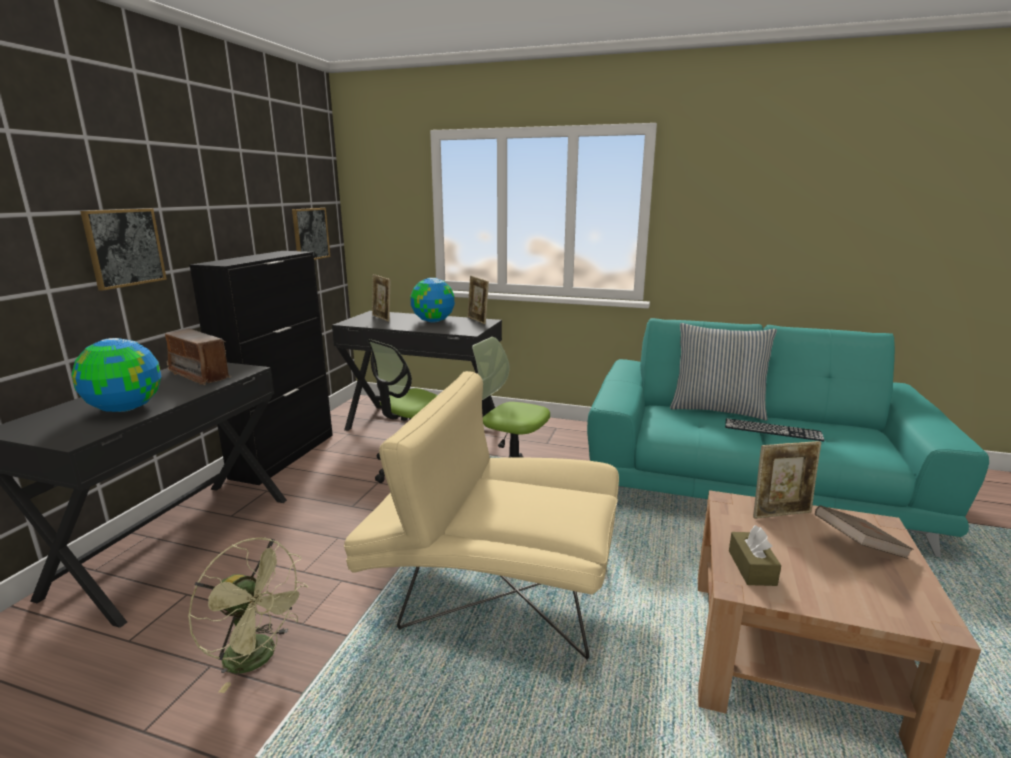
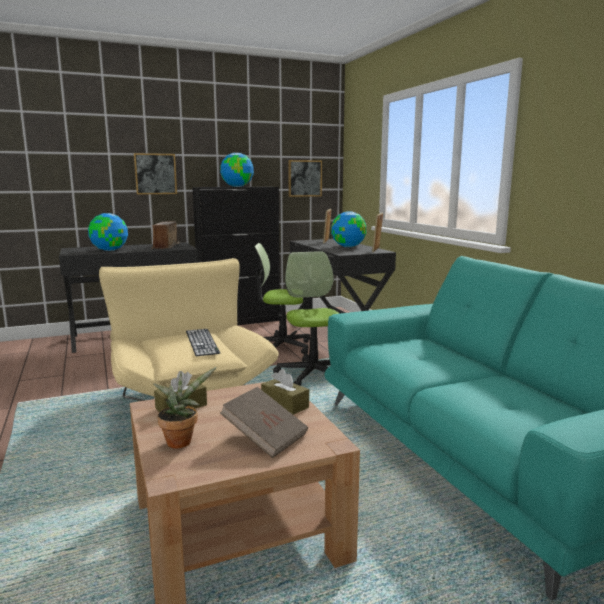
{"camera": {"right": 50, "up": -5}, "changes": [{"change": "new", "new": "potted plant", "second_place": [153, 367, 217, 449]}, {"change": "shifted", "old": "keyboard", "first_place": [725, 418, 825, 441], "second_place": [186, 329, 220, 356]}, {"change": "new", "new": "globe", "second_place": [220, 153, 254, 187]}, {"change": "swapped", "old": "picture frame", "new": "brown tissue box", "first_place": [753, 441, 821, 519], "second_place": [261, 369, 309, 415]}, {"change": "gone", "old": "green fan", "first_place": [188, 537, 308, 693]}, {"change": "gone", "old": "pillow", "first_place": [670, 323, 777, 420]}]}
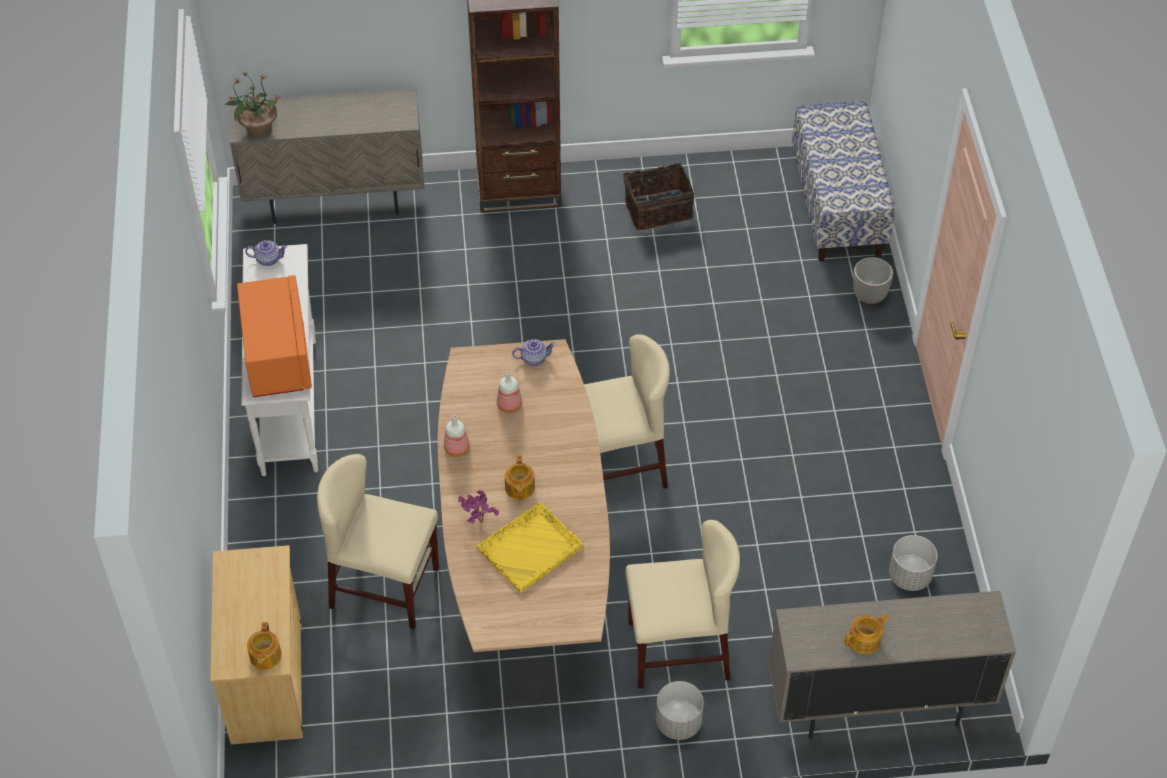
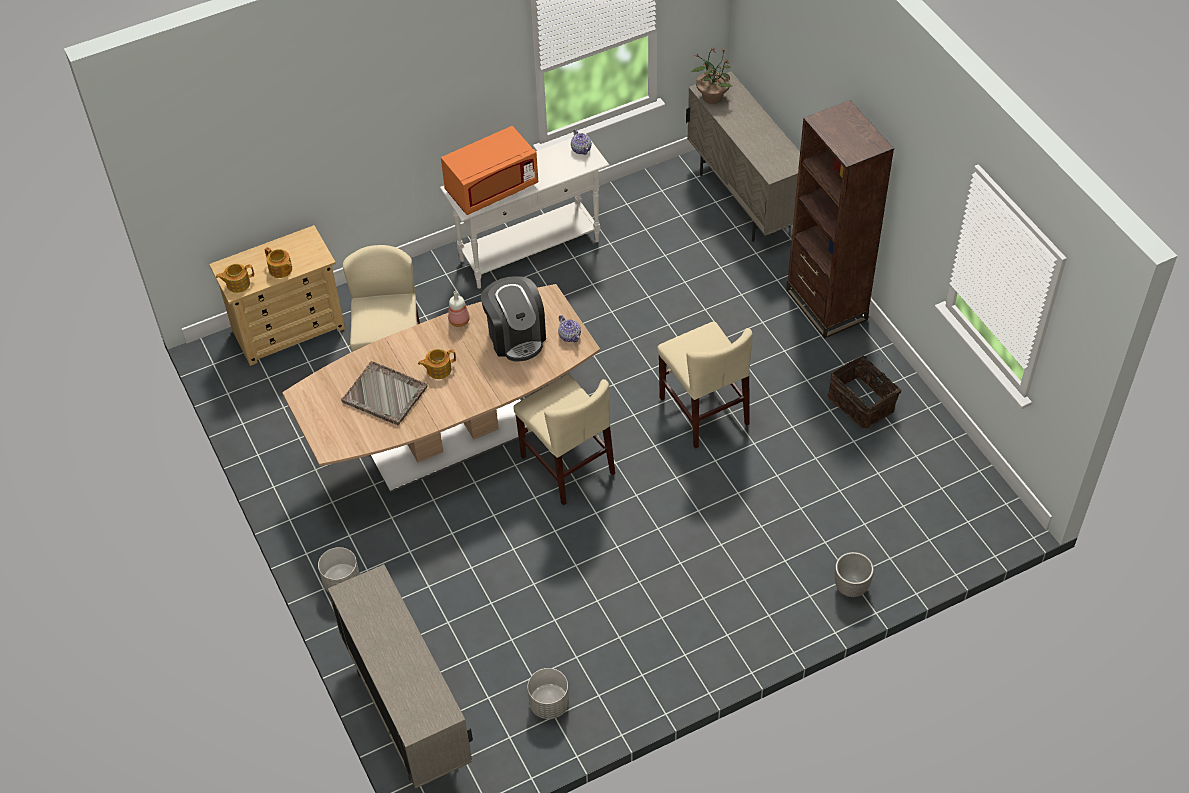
{"camera": {"right": 70, "up": 0}, "changes": [{"change": "shifted", "old": "teapot", "first_place": [844, 615, 889, 655], "second_place": [265, 247, 292, 278]}, {"change": "repainted", "old": "yellow tray", "new": "grey tray", "first_place": [477, 502, 583, 593], "second_place": [341, 361, 428, 425]}, {"change": "swapped", "old": "bottle", "new": "coffee machine", "first_place": [497, 371, 522, 413], "second_place": [481, 276, 546, 362]}, {"change": "shifted", "old": "beige chair", "first_place": [625, 520, 740, 689], "second_place": [657, 321, 753, 449]}, {"change": "gone", "old": "potted plant", "first_place": [458, 490, 499, 523]}, {"change": "gone", "old": "bench", "first_place": [792, 101, 895, 262]}]}
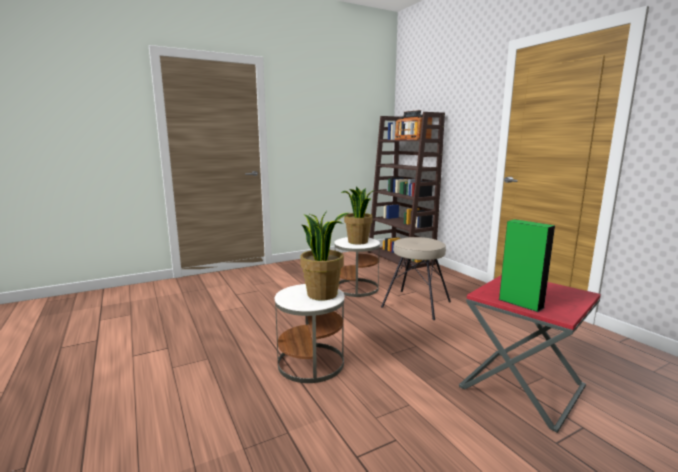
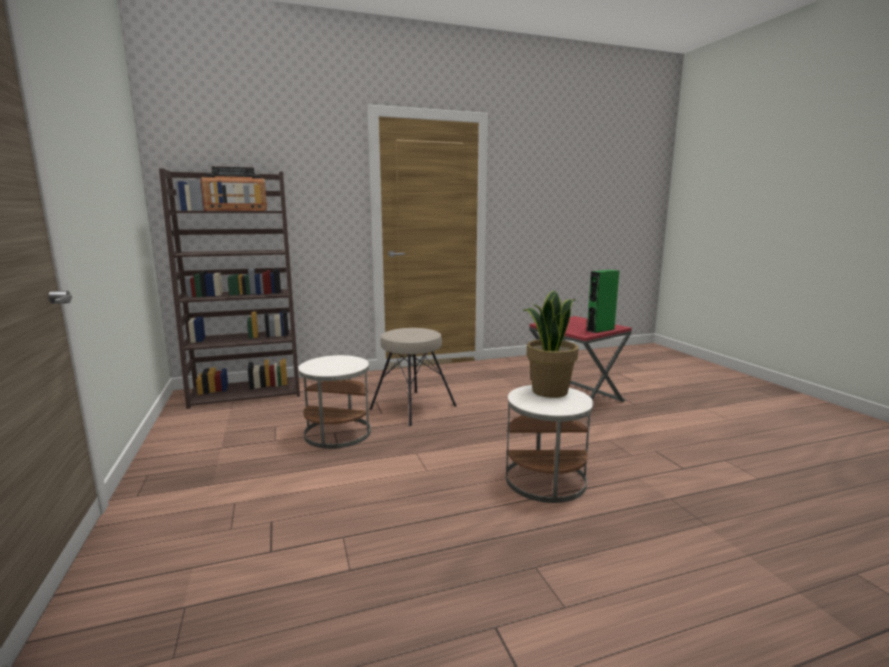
{"camera": {"right": -80, "up": 0}, "changes": [{"change": "gone", "old": "potted plant", "first_place": [341, 186, 375, 245]}]}
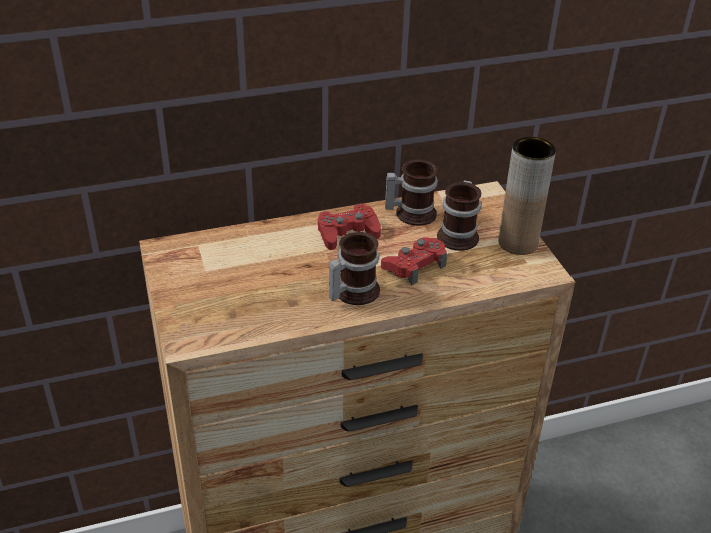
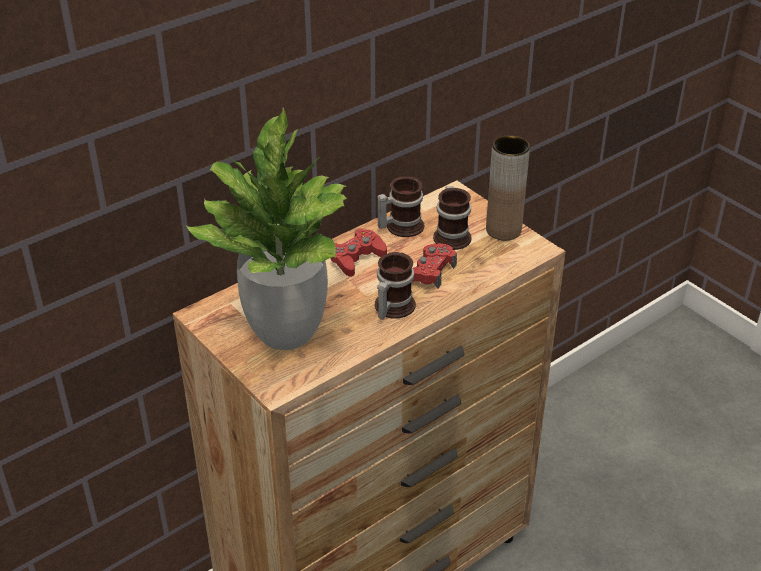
{"camera": {"right": -20, "up": 0}, "changes": [{"change": "new", "new": "potted plant", "second_place": [186, 108, 347, 350]}]}
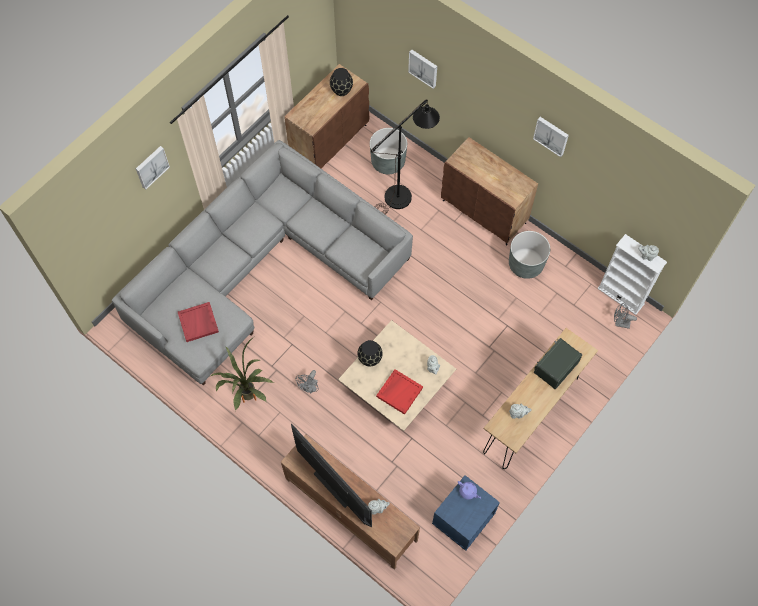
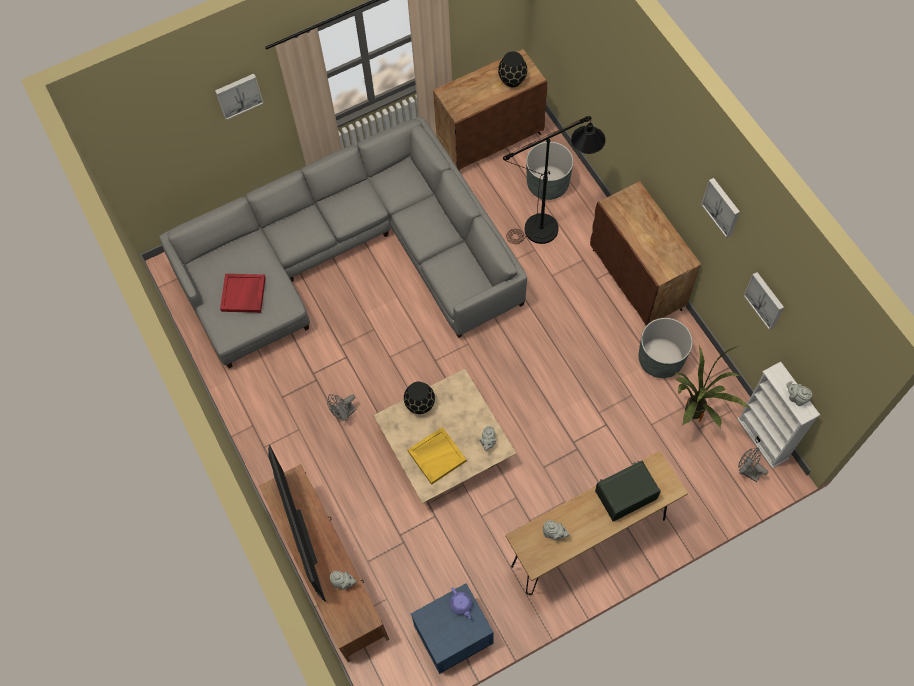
{"camera": {"right": 25, "up": 0}, "changes": [{"change": "repainted", "old": "red tray", "new": "yellow tray", "first_place": [376, 369, 423, 415], "second_place": [408, 427, 467, 485]}, {"change": "shifted", "old": "potted plant", "first_place": [211, 336, 274, 411], "second_place": [674, 345, 750, 427]}, {"change": "shifted", "old": "picture", "first_place": [408, 49, 437, 89], "second_place": [743, 272, 784, 330]}]}
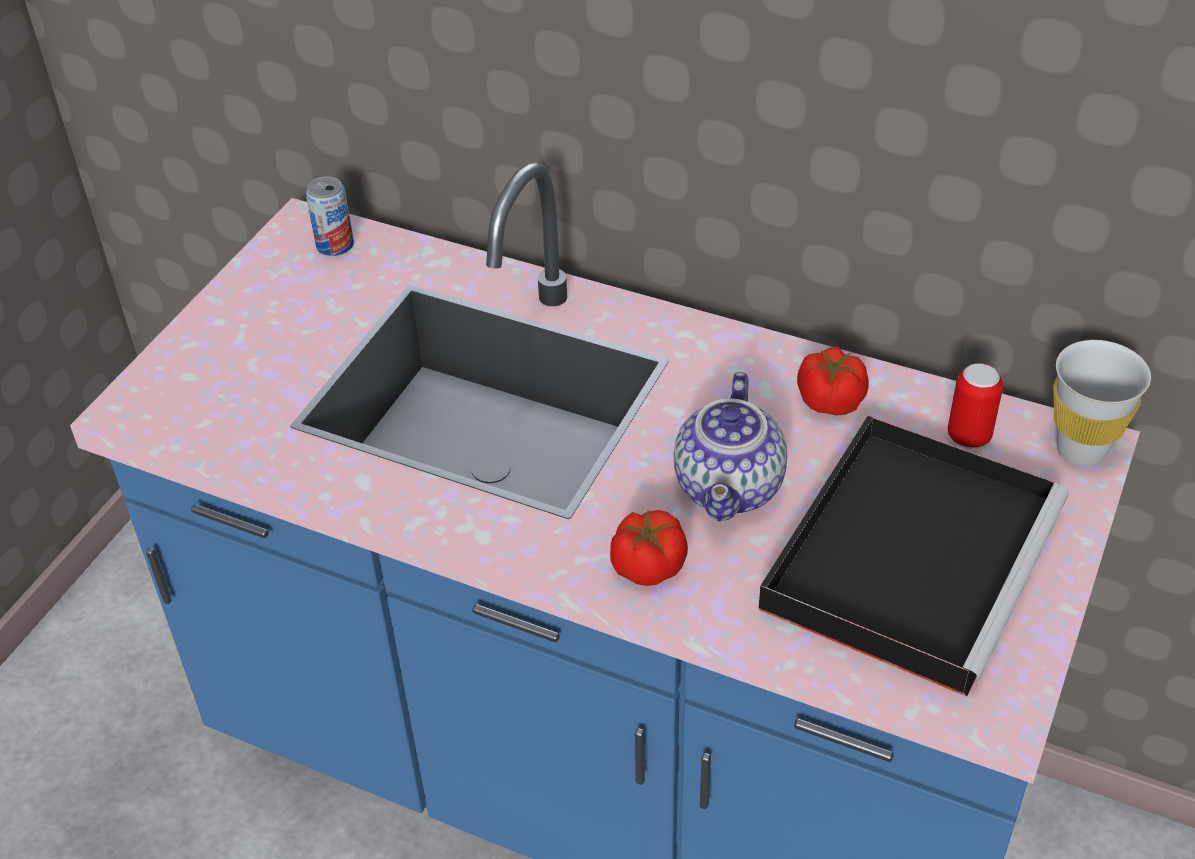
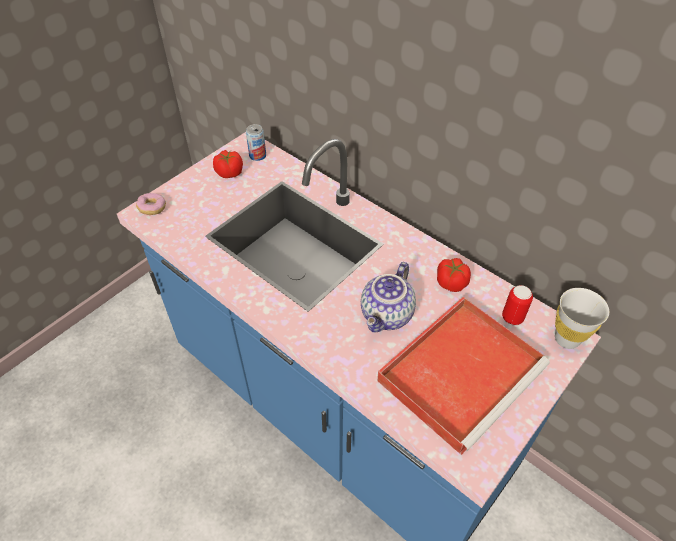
{"camera": {"right": 15, "up": 5}, "changes": [{"change": "new", "new": "donut", "second_place": [136, 193, 166, 215]}, {"change": "shifted", "old": "tomato", "first_place": [610, 510, 688, 586], "second_place": [213, 150, 243, 178]}, {"change": "repainted", "old": "black tray", "new": "red tray", "first_place": [758, 416, 1069, 697], "second_place": [377, 297, 550, 455]}]}
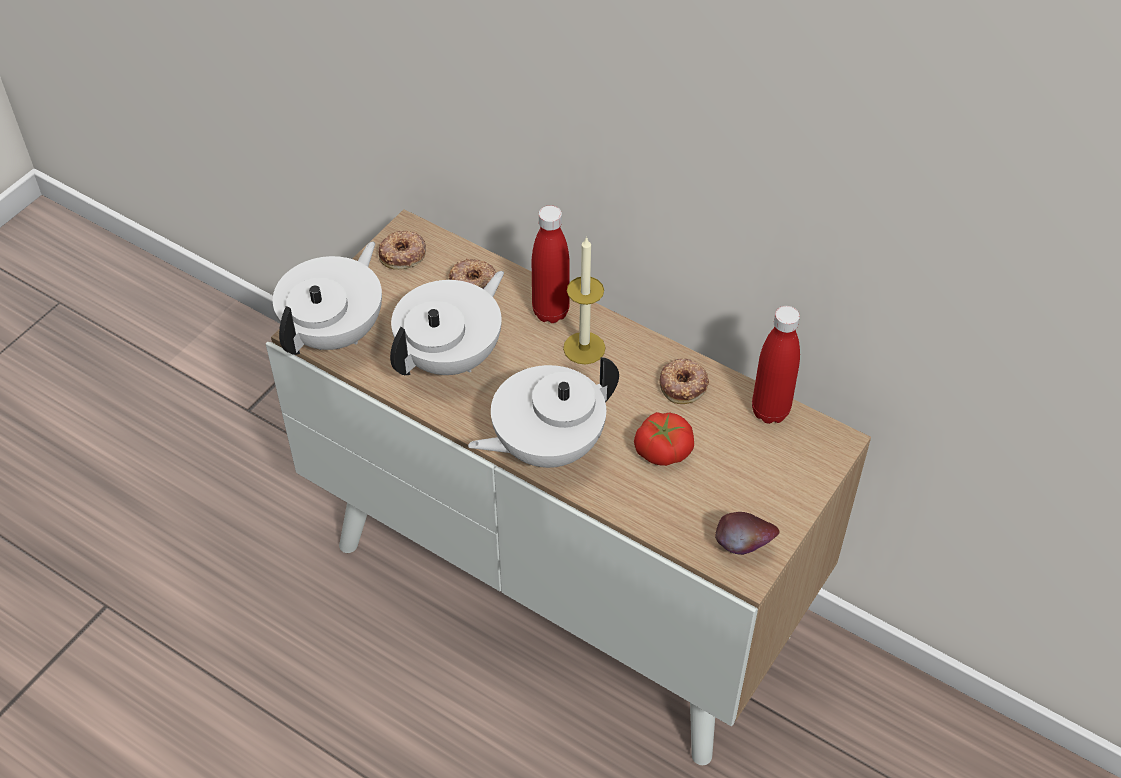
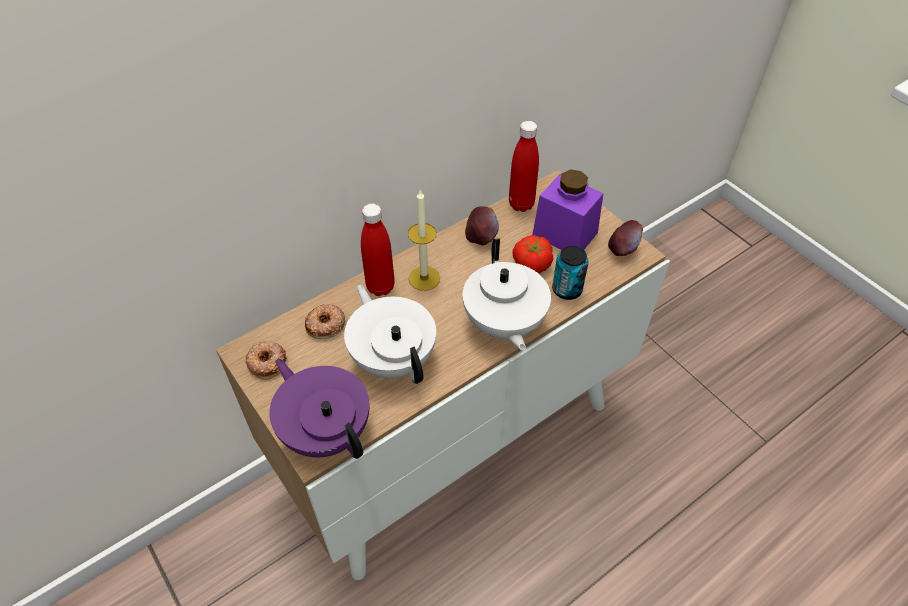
{"camera": {"right": -70, "up": 0}, "changes": [{"change": "repainted", "old": "white teapot", "new": "purple teapot", "first_place": [273, 242, 382, 355], "second_place": [269, 358, 369, 459]}, {"change": "swapped", "old": "donut", "new": "apple", "first_place": [659, 358, 709, 404], "second_place": [465, 206, 499, 245]}, {"change": "new", "new": "purple jar", "second_place": [532, 170, 604, 250]}, {"change": "new", "new": "can", "second_place": [552, 246, 589, 300]}]}
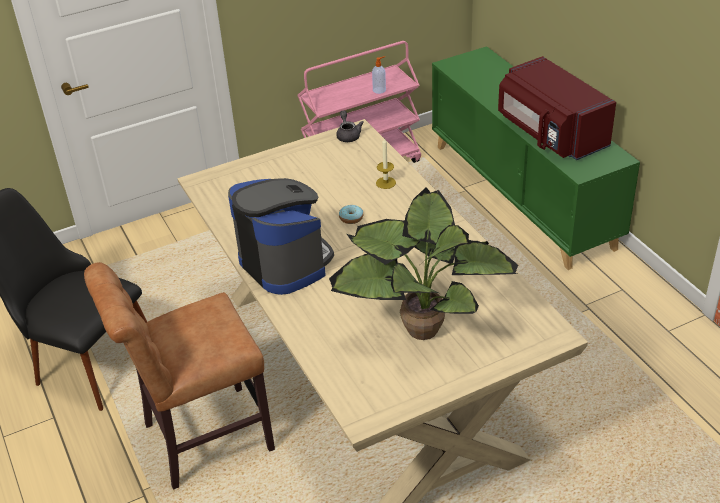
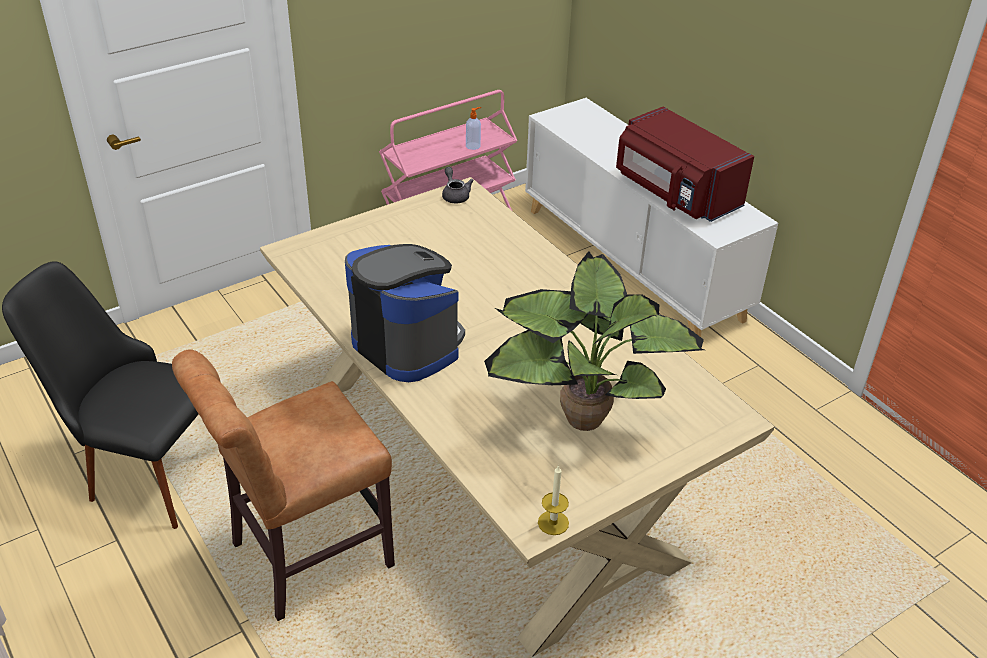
{"camera": {"right": -10, "up": 0}, "changes": [{"change": "repainted", "old": "green cabinet", "new": "white cabinet", "first_place": [432, 46, 640, 270], "second_place": [525, 98, 778, 337]}, {"change": "shifted", "old": "candle", "first_place": [376, 137, 396, 189], "second_place": [538, 465, 569, 535]}, {"change": "gone", "old": "donut", "first_place": [339, 205, 363, 224]}]}
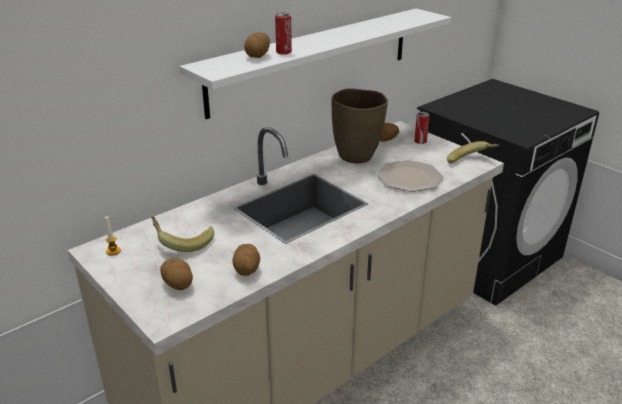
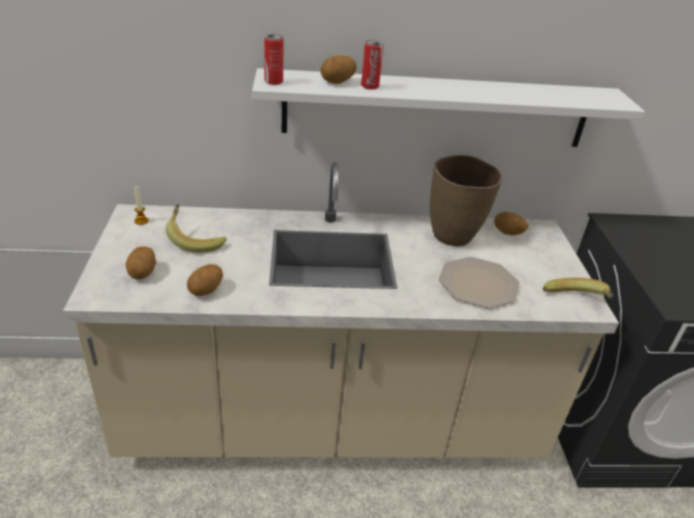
{"camera": {"right": 35, "up": 5}, "changes": [{"change": "shifted", "old": "can", "first_place": [414, 112, 430, 144], "second_place": [264, 34, 284, 85]}]}
